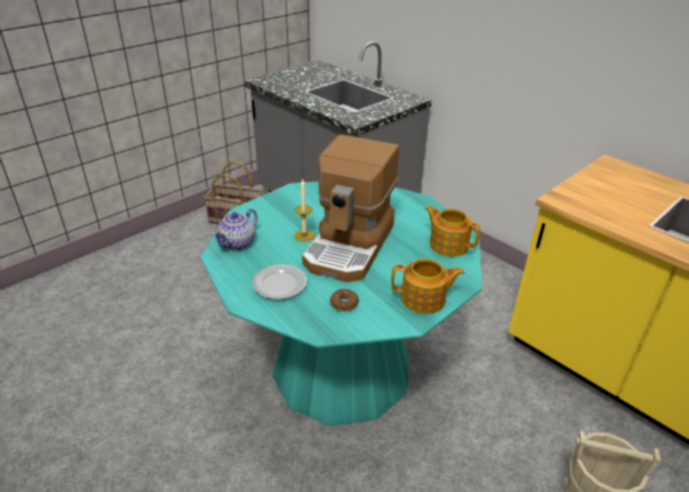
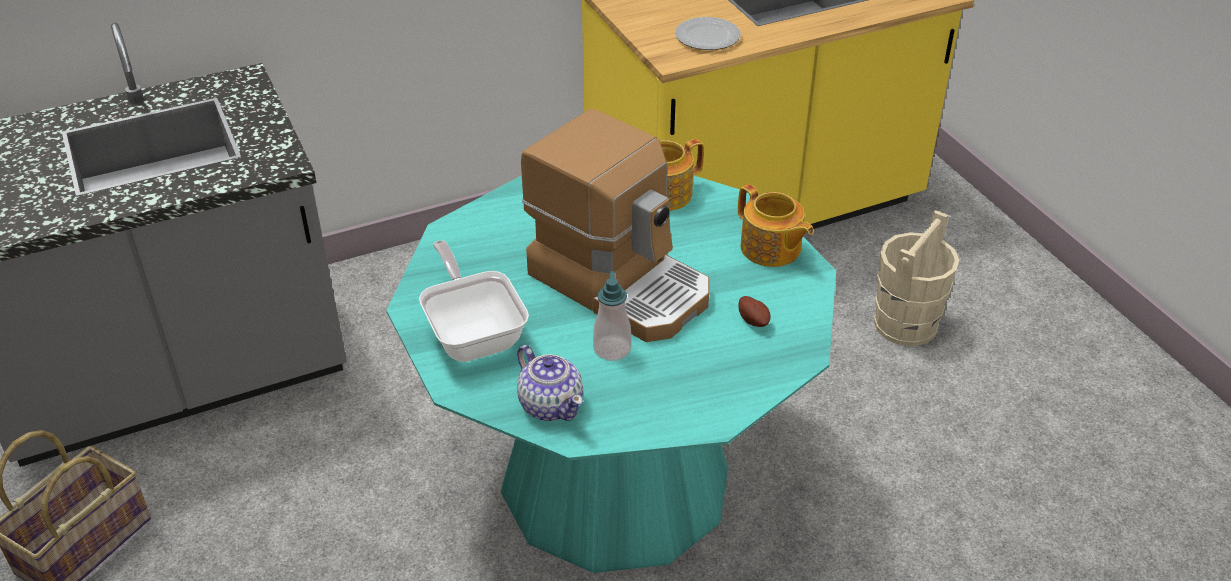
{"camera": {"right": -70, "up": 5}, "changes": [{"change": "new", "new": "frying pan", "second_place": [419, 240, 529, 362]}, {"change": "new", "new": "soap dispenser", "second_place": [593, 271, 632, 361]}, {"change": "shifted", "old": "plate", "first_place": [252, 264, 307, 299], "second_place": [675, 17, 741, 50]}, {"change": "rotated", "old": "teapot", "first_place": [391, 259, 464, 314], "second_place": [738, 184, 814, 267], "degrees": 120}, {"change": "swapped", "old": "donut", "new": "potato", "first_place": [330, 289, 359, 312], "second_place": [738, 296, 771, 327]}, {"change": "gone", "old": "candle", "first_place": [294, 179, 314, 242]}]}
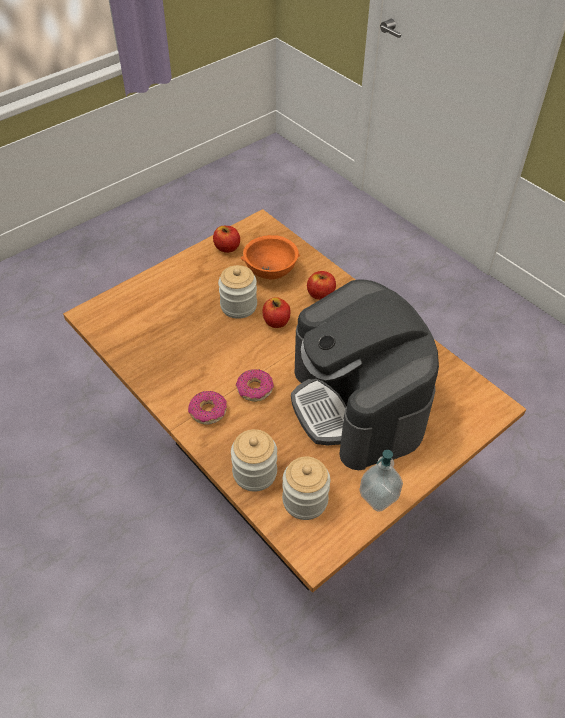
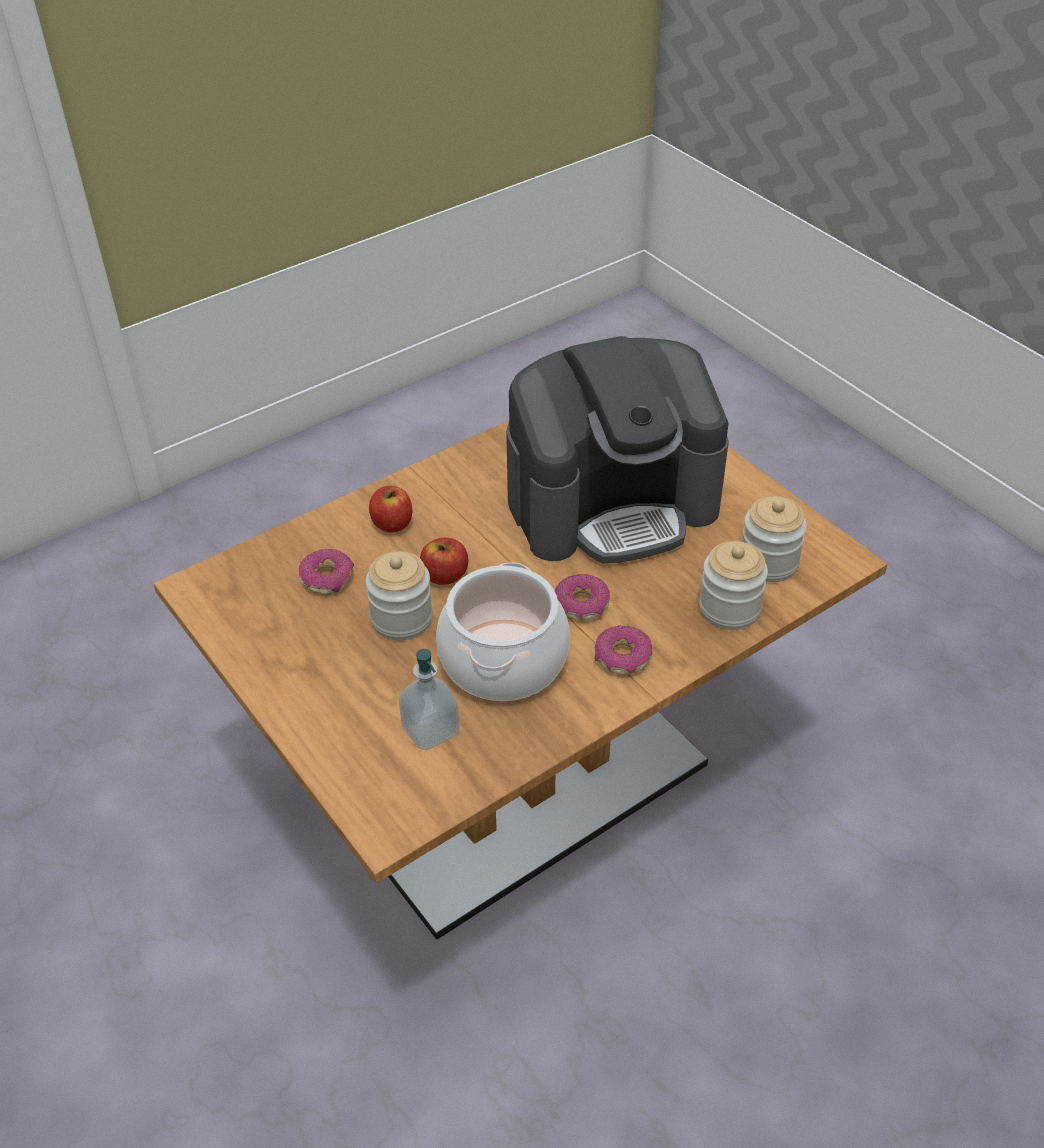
{"camera": {"right": -85, "up": -5}, "changes": [{"change": "swapped", "old": "orange bowl", "new": "donut", "first_place": [241, 235, 300, 279], "second_place": [299, 549, 354, 595]}, {"change": "shifted", "old": "soap dispenser", "first_place": [359, 450, 403, 512], "second_place": [399, 649, 459, 750]}, {"change": "new", "new": "cooking pot", "second_place": [436, 562, 570, 701]}, {"change": "gone", "old": "apple", "first_place": [213, 226, 240, 253]}]}
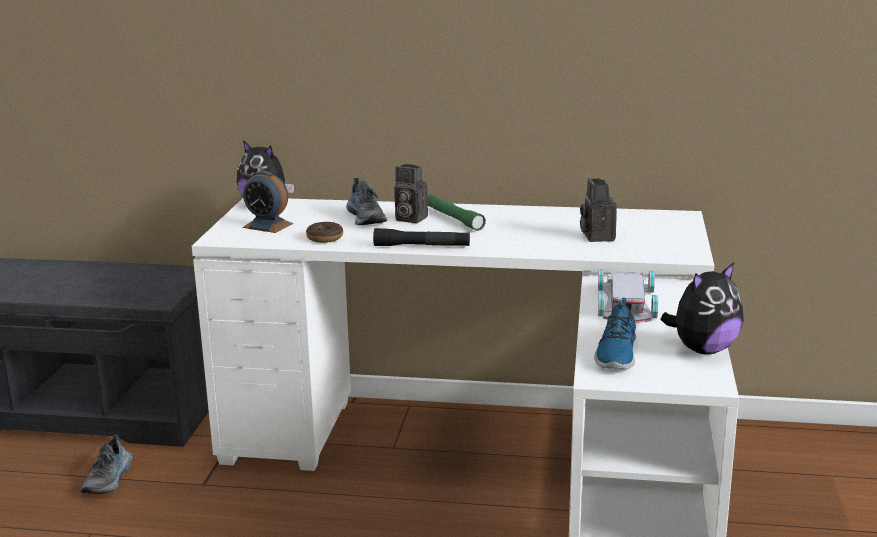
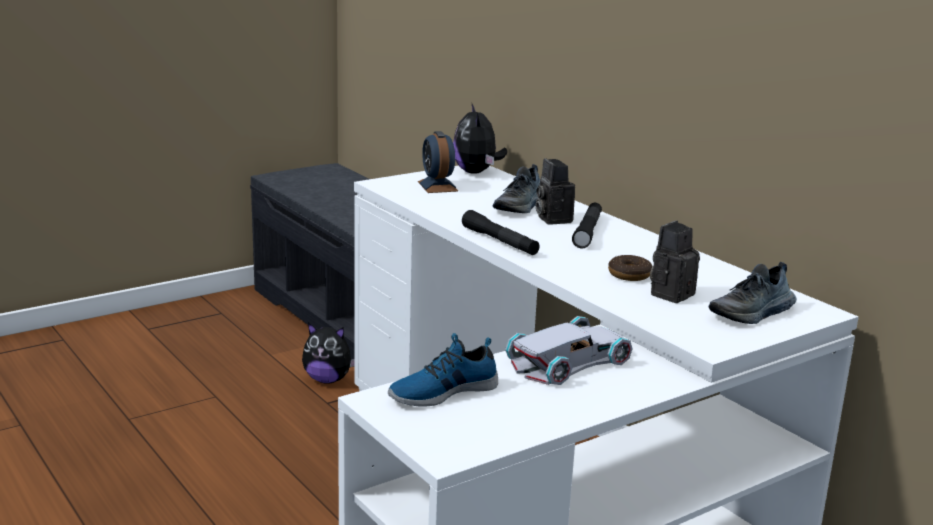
{"camera": {"right": 45, "up": 0}, "changes": [{"change": "shifted", "old": "plush toy", "first_place": [661, 262, 744, 355], "second_place": [302, 323, 354, 384]}, {"change": "repainted", "old": "green flashlight", "new": "black flashlight", "first_place": [427, 195, 486, 231], "second_place": [572, 203, 602, 248]}, {"change": "shifted", "old": "donut", "first_place": [306, 222, 343, 243], "second_place": [608, 255, 653, 281]}, {"change": "shifted", "old": "shoe", "first_place": [80, 435, 133, 494], "second_place": [709, 262, 797, 324]}]}
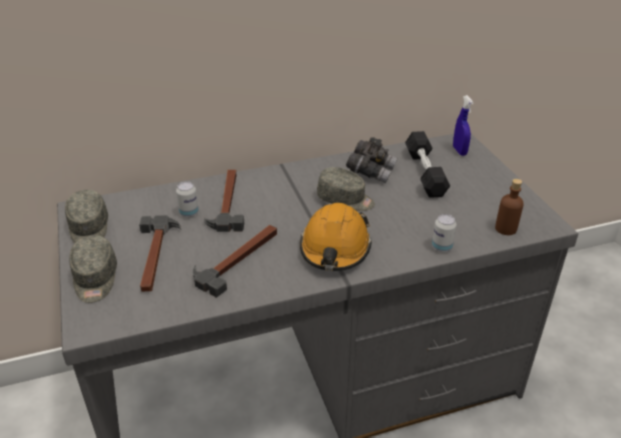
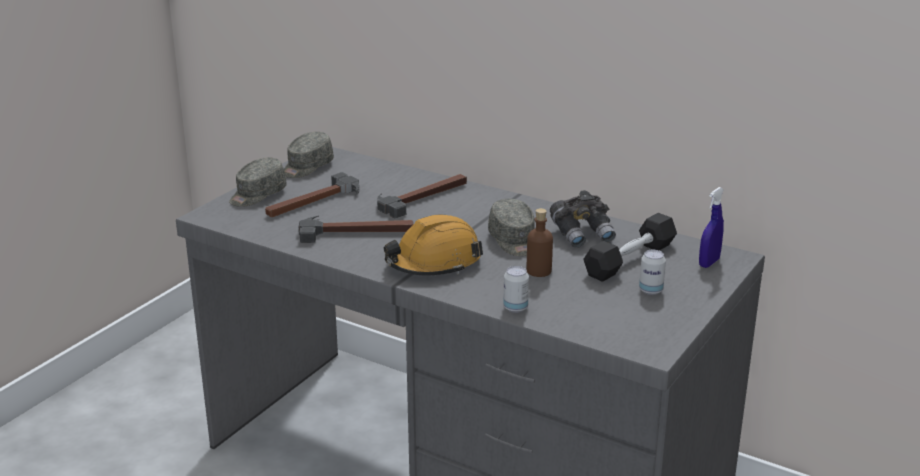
{"camera": {"right": 50, "up": -10}, "changes": [{"change": "shifted", "old": "brown bottle", "first_place": [495, 179, 524, 235], "second_place": [527, 208, 553, 277]}, {"change": "shifted", "old": "can", "first_place": [176, 181, 199, 218], "second_place": [639, 250, 666, 295]}]}
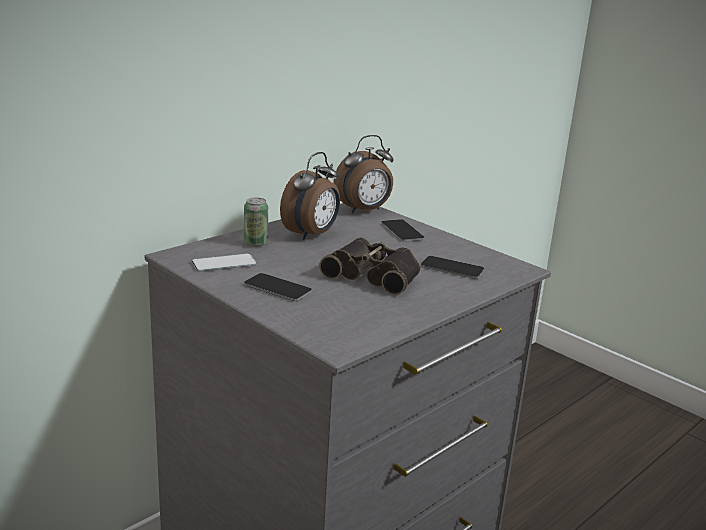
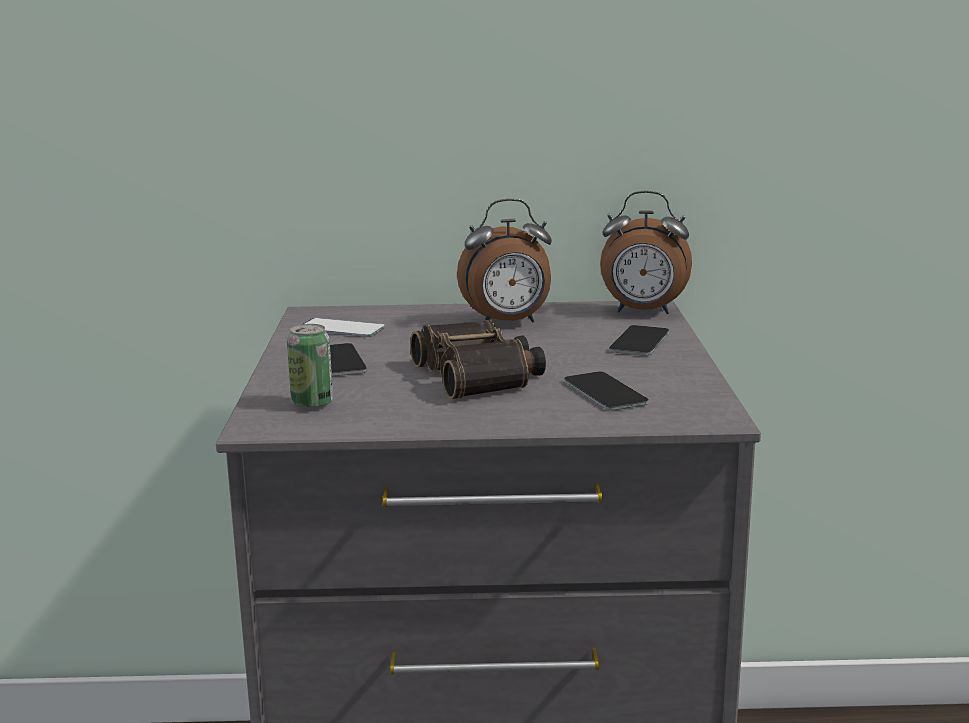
{"camera": {"right": 45, "up": -5}, "changes": [{"change": "shifted", "old": "can", "first_place": [244, 198, 268, 247], "second_place": [287, 324, 333, 410]}]}
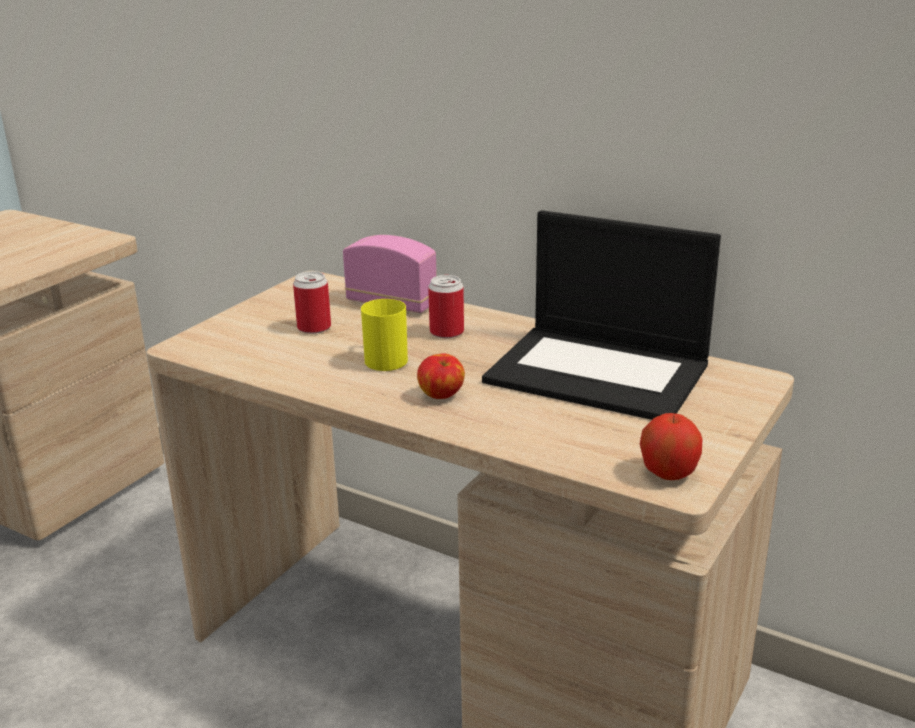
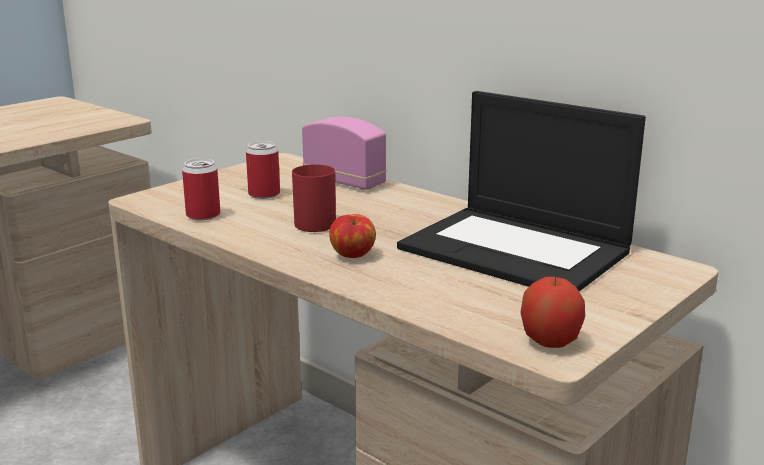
{"camera": {"right": 10, "up": -5}, "changes": [{"change": "shifted", "old": "can", "first_place": [428, 275, 464, 338], "second_place": [182, 158, 220, 221]}, {"change": "repainted", "old": "yellow mug", "new": "red mug", "first_place": [361, 299, 408, 371], "second_place": [292, 164, 336, 232]}]}
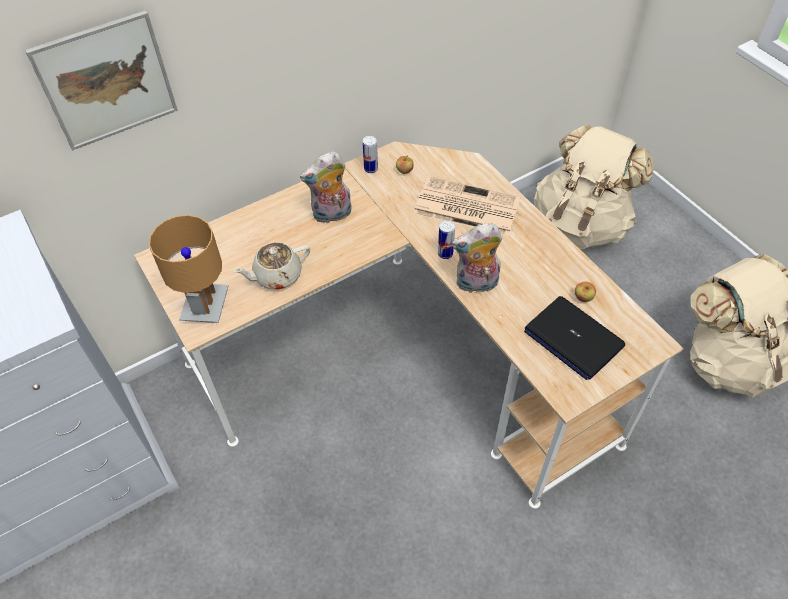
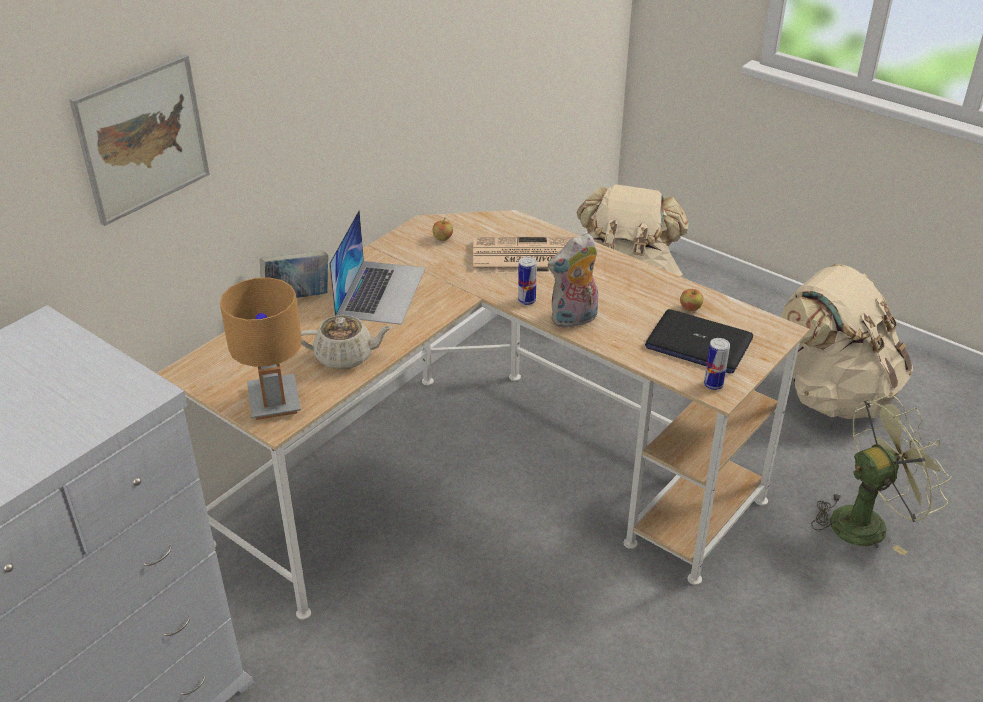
{"camera": {"right": -20, "up": -15}, "changes": [{"change": "new", "new": "book", "second_place": [260, 250, 328, 298]}, {"change": "rotated", "old": "beige teapot", "first_place": [233, 242, 310, 290], "second_place": [301, 315, 392, 370], "degrees": -135}, {"change": "swapped", "old": "plush toy", "new": "laptop", "first_place": [300, 151, 352, 224], "second_place": [329, 210, 425, 325]}, {"change": "shifted", "old": "can", "first_place": [362, 136, 378, 173], "second_place": [704, 338, 730, 390]}, {"change": "new", "new": "green fan", "second_place": [811, 394, 952, 556]}]}
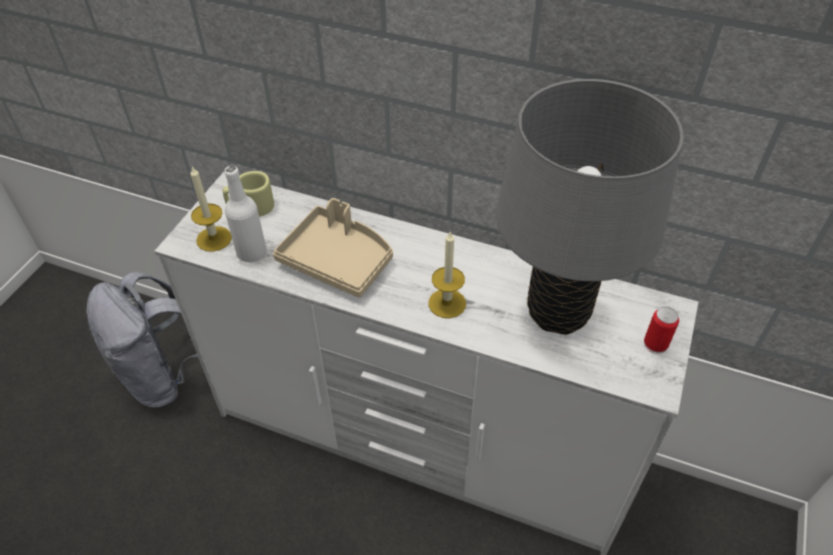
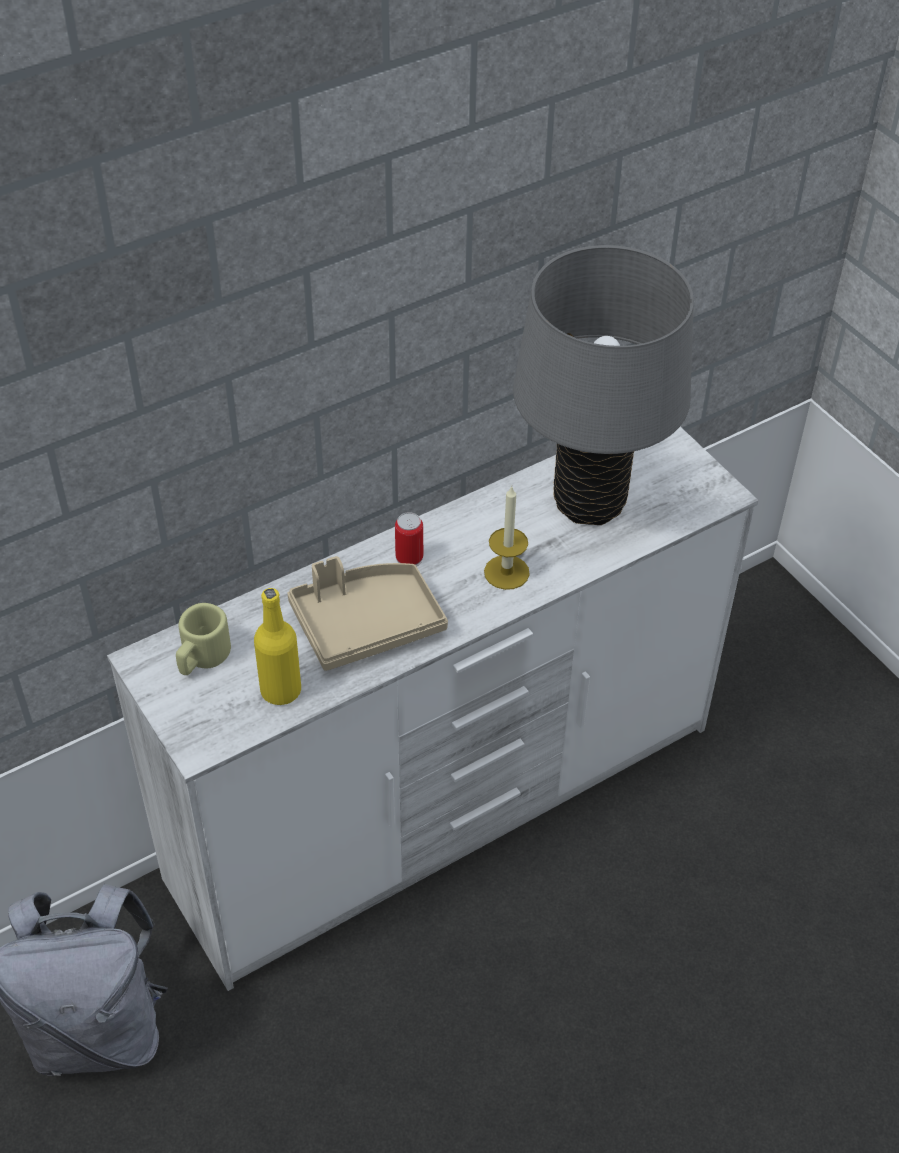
{"camera": {"right": -55, "up": 0}, "changes": [{"change": "repainted", "old": "white bottle", "new": "yellow bottle", "first_place": [224, 166, 266, 262], "second_place": [254, 588, 301, 705]}, {"change": "shifted", "old": "can", "first_place": [644, 307, 679, 354], "second_place": [395, 512, 423, 567]}, {"change": "gone", "old": "candle", "first_place": [190, 166, 232, 252]}]}
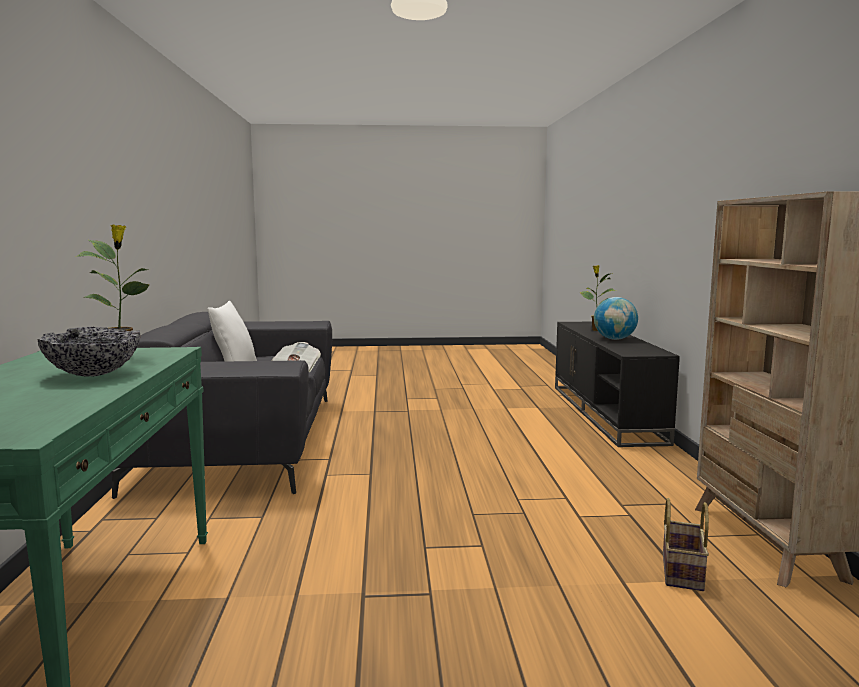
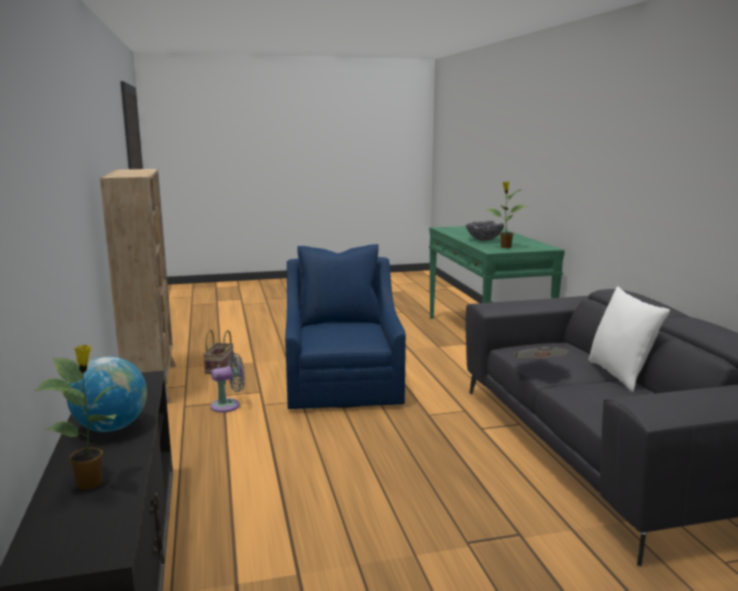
{"camera": {"right": 170, "up": 5}, "changes": [{"change": "new", "new": "grey fan", "second_place": [210, 353, 245, 413]}, {"change": "new", "new": "blue armchair", "second_place": [285, 244, 406, 409]}]}
